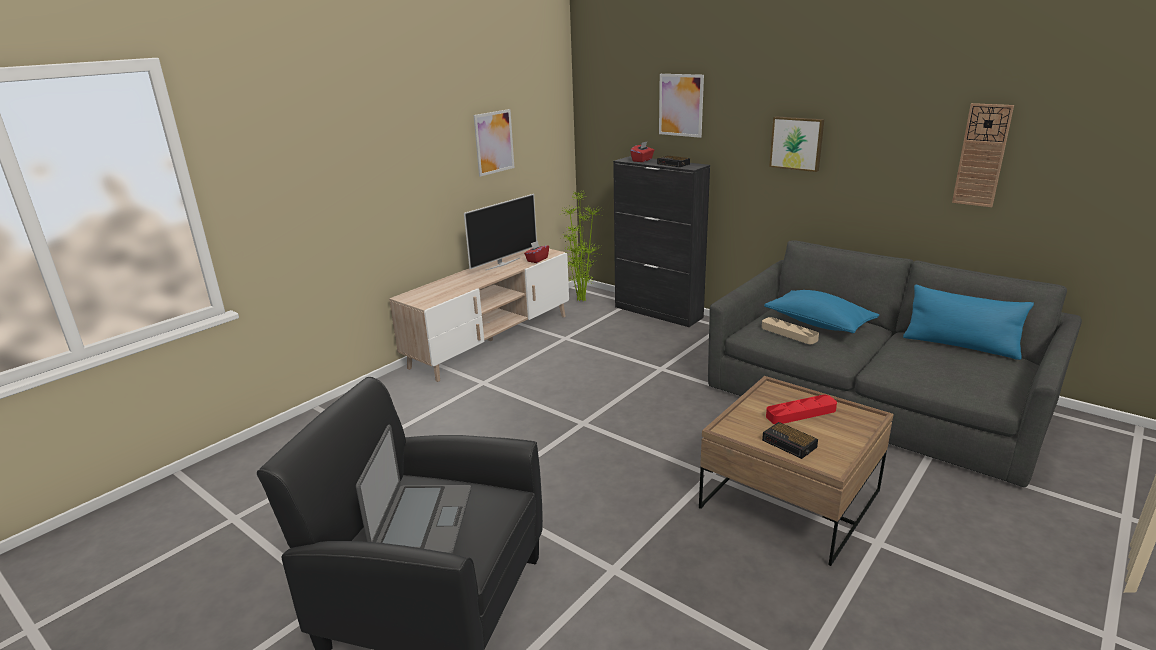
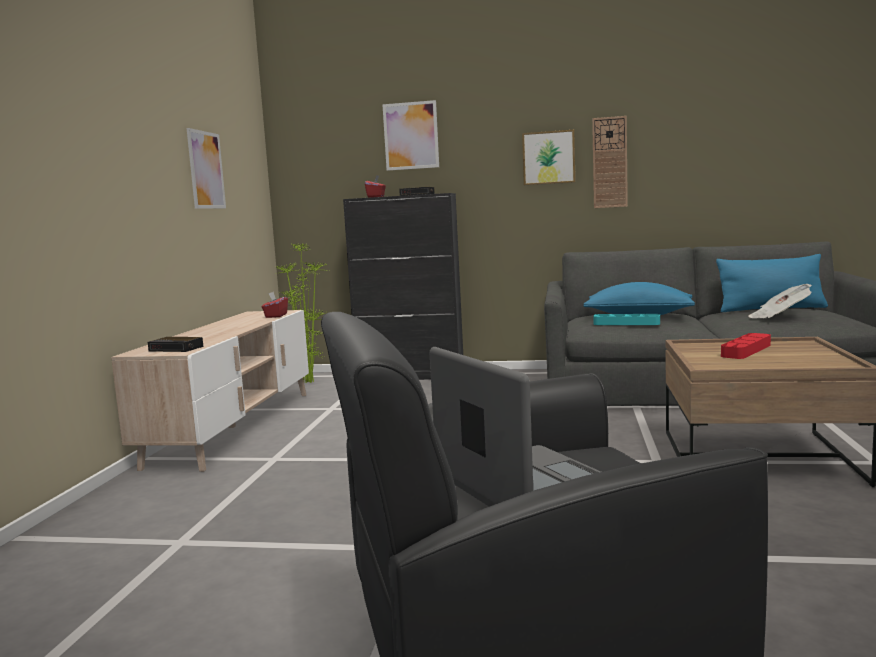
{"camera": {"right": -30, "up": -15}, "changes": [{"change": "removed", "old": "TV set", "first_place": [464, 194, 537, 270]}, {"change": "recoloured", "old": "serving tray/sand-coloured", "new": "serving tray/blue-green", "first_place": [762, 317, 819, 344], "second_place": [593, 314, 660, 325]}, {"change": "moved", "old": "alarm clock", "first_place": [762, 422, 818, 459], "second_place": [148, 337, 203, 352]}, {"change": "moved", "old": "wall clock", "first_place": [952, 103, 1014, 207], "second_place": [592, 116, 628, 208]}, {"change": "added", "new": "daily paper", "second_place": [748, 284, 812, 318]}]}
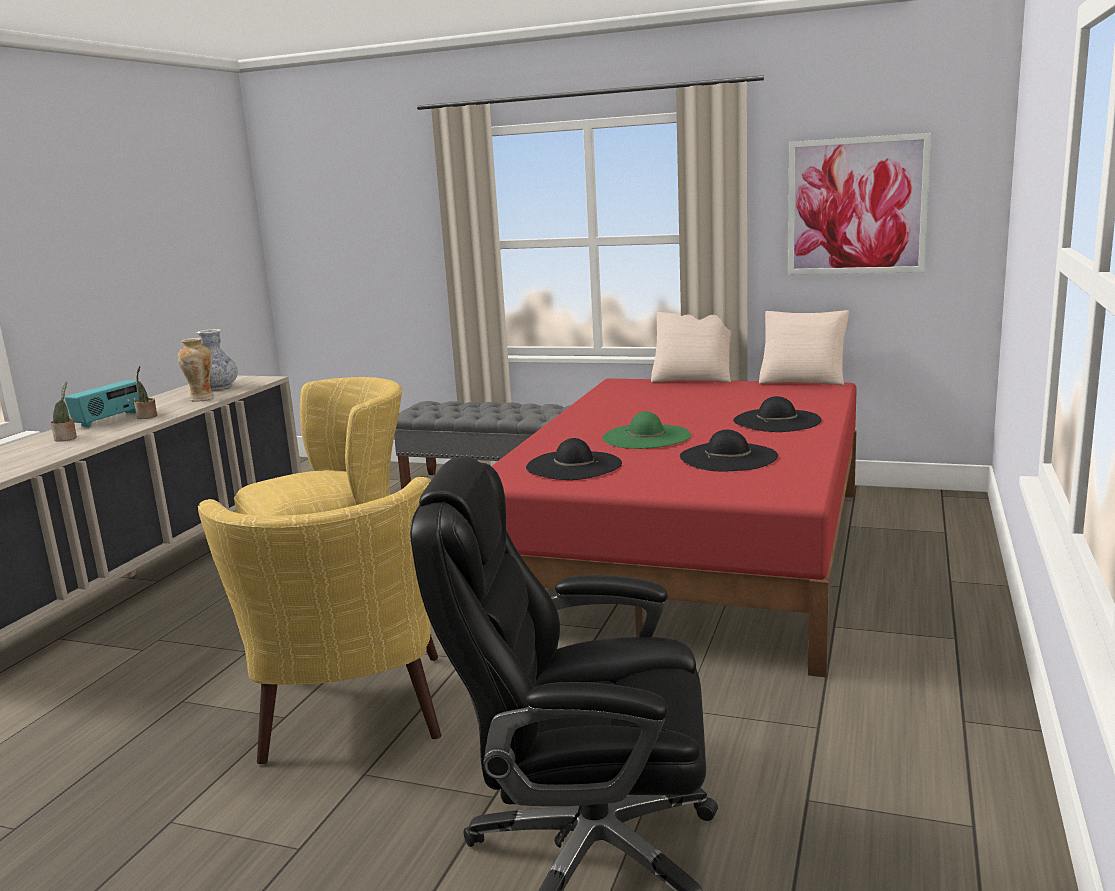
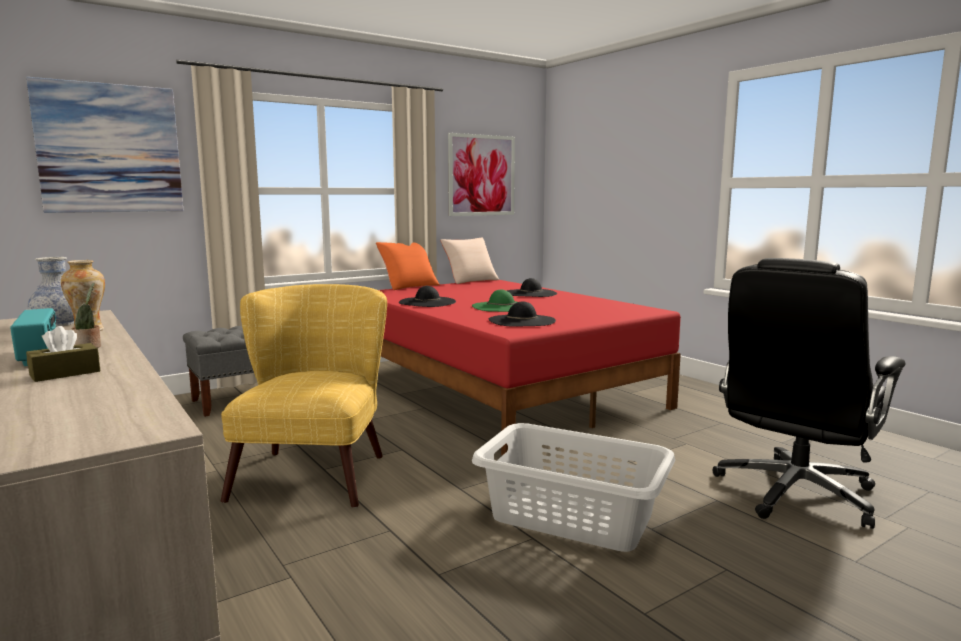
{"camera": {"right": -55, "up": -5}, "changes": [{"change": "replaced", "old": "potted plant", "new": "tissue box/brownish", "first_place": [51, 382, 77, 441], "second_place": [26, 326, 100, 382]}, {"change": "replaced", "old": "easy chair/yellowish", "new": "hamper/gray", "first_place": [198, 477, 441, 765], "second_place": [472, 423, 675, 552]}, {"change": "recoloured", "old": "pillow/sand-coloured", "new": "pillow/orangey", "first_place": [651, 312, 732, 383], "second_place": [376, 242, 440, 290]}, {"change": "moved", "old": "clothing hat/blackish", "first_place": [680, 430, 778, 472], "second_place": [399, 286, 456, 307]}, {"change": "added", "new": "picture", "second_place": [26, 77, 184, 213]}]}
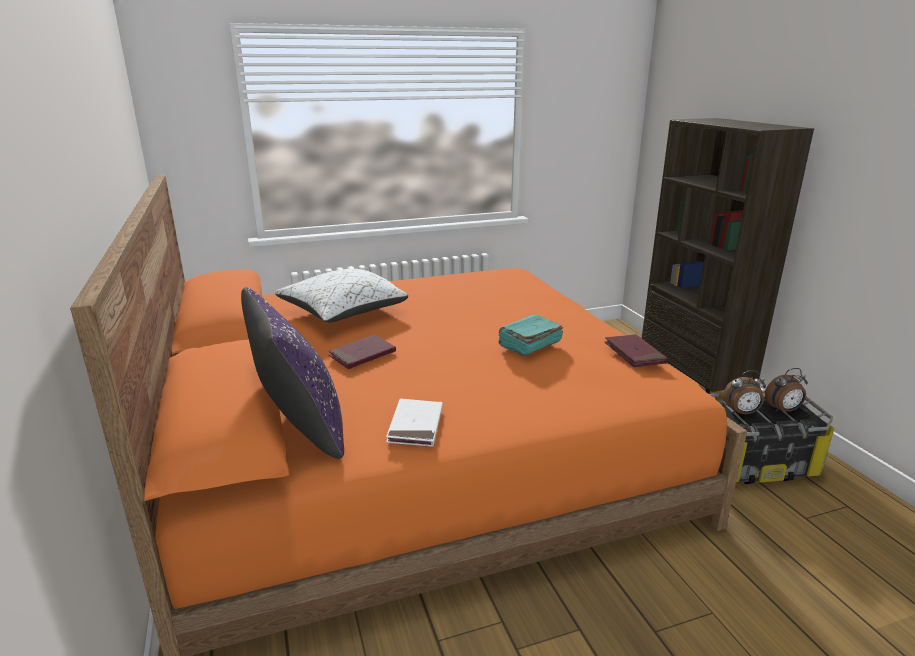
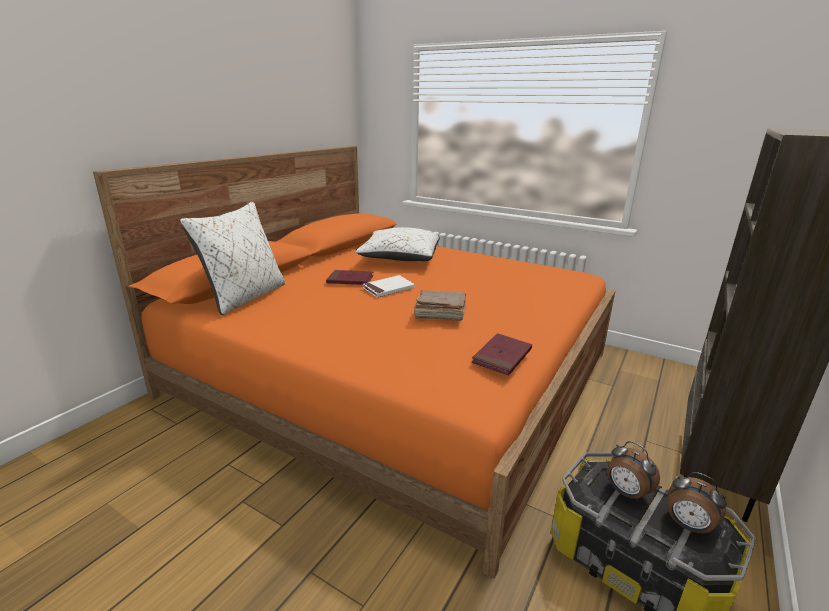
{"camera": {"right": 50, "up": 0}, "changes": [{"change": "recoloured", "old": "pillow/purple-coloured", "new": "pillow/whitish", "first_place": [241, 287, 344, 459], "second_place": [180, 202, 285, 315]}, {"change": "moved", "old": "volume/whitish", "first_place": [386, 399, 443, 447], "second_place": [363, 275, 415, 297]}, {"change": "recoloured", "old": "volume/blue-green", "new": "volume/brownish", "first_place": [498, 315, 563, 357], "second_place": [414, 290, 466, 321]}]}
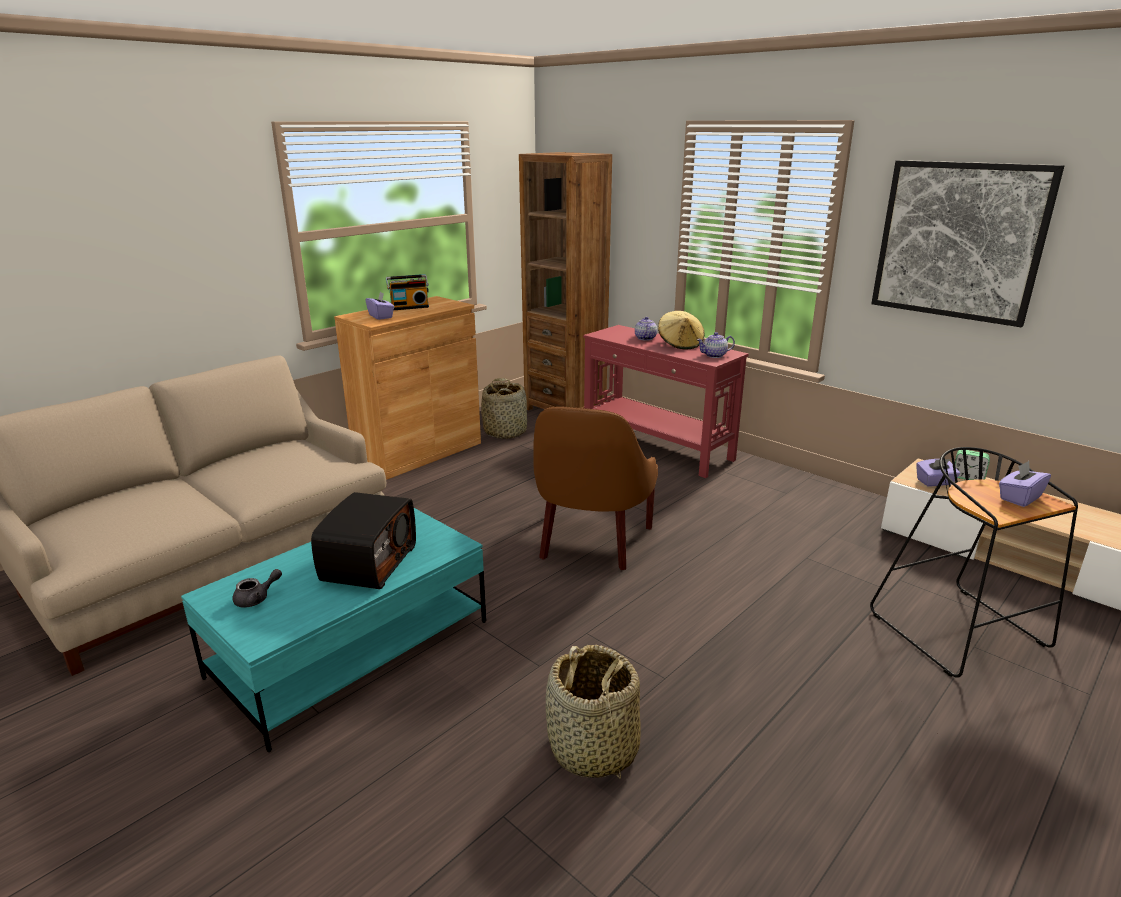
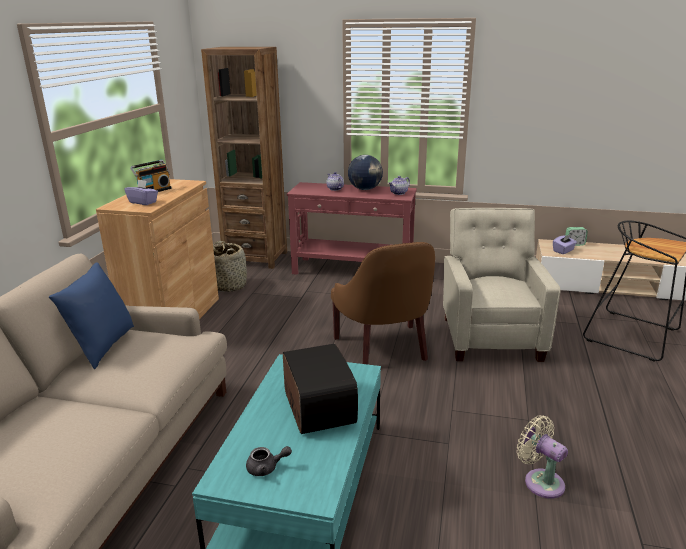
{"camera": {"right": -30, "up": 0}, "changes": [{"change": "turned", "old": "tea pot/gray", "first_place": [233, 569, 282, 608], "second_place": [246, 446, 292, 476], "degrees": 60}, {"change": "replaced", "old": "storage basket", "new": "cooling fan/sand-coloured", "first_place": [546, 645, 641, 778], "second_place": [517, 416, 568, 499]}, {"change": "replaced", "old": "clothing hat/sand-coloured", "new": "world globe", "first_place": [658, 311, 705, 350], "second_place": [348, 155, 383, 190]}, {"change": "removed", "old": "picture", "first_place": [871, 160, 1064, 327]}, {"change": "removed", "old": "tissue box/purple-coloured", "first_place": [999, 461, 1051, 507]}, {"change": "added", "new": "pillow/bluish", "second_place": [49, 262, 134, 369]}, {"change": "added", "new": "easy chair/sand-coloured", "second_place": [443, 208, 561, 362]}]}
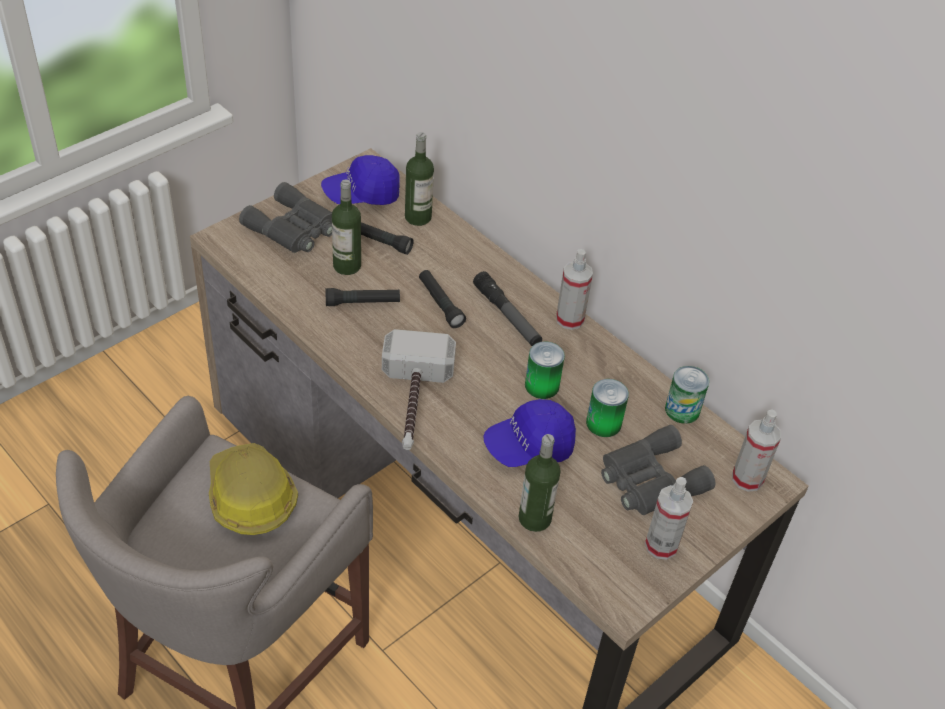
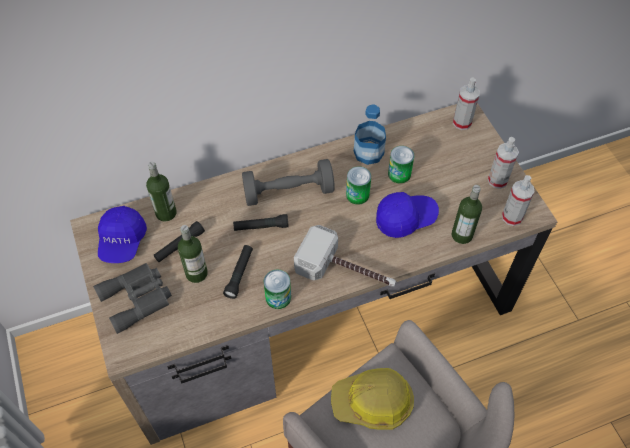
{"camera": {"right": -65, "up": 10}, "changes": [{"change": "replaced", "old": "torch", "new": "dumbbell/gray", "first_place": [473, 271, 542, 346], "second_place": [242, 159, 335, 206]}, {"change": "turned", "old": "cap/bluish", "first_place": [483, 399, 576, 467], "second_place": [376, 192, 439, 238], "degrees": -105}, {"change": "moved", "old": "spray bottle", "first_place": [556, 249, 593, 330], "second_place": [502, 175, 535, 226]}, {"change": "removed", "old": "binoculars/gray", "first_place": [601, 425, 716, 515]}, {"change": "moved", "old": "sealed can", "first_place": [665, 366, 709, 424], "second_place": [264, 270, 291, 309]}, {"change": "added", "new": "bottle", "second_place": [354, 104, 386, 165]}]}
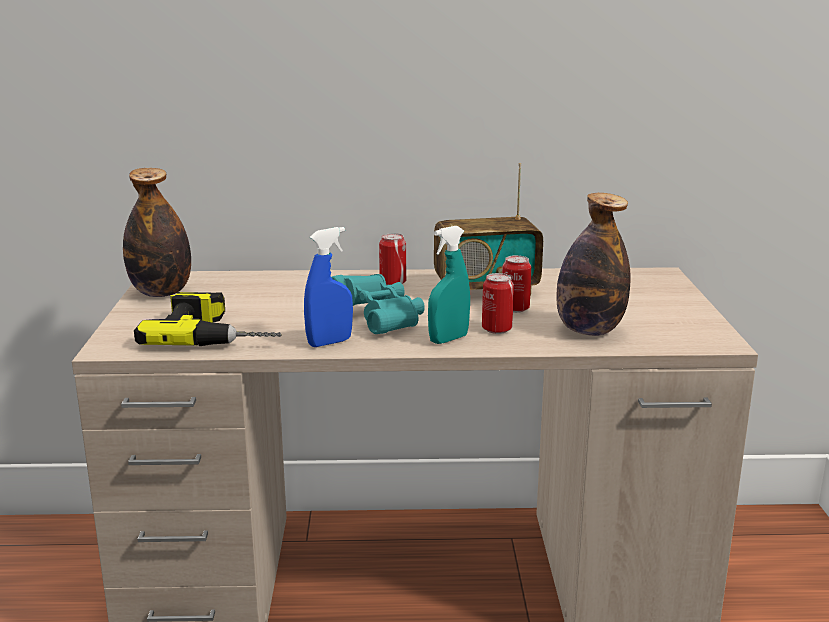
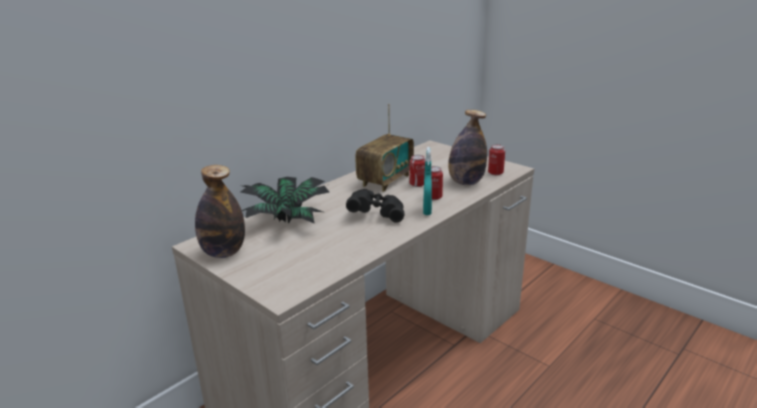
{"camera": {"right": -45, "up": 5}, "changes": [{"change": "removed", "old": "electric drill", "first_place": [134, 292, 282, 346]}, {"change": "removed", "old": "spray bottle/bluish", "first_place": [304, 227, 353, 347]}, {"change": "recoloured", "old": "binoculars/blue-green", "new": "binoculars/blackish", "first_place": [332, 274, 425, 334], "second_place": [346, 189, 405, 223]}, {"change": "moved", "old": "sealed can", "first_place": [379, 233, 406, 285], "second_place": [488, 144, 505, 175]}, {"change": "added", "new": "potted plant", "second_place": [241, 177, 331, 224]}]}
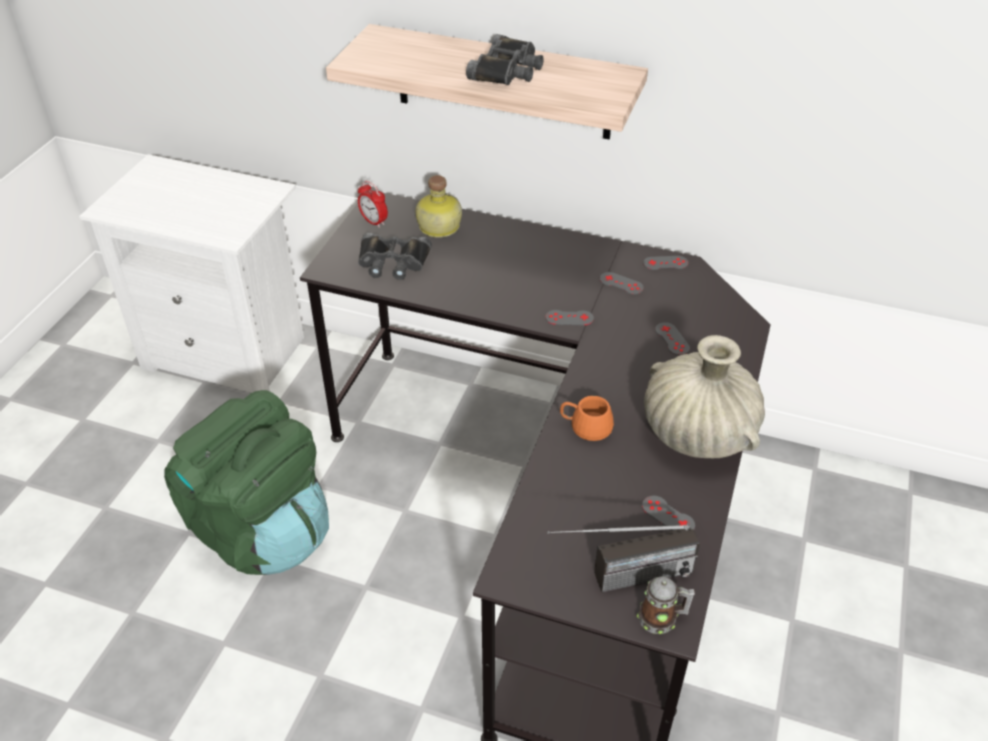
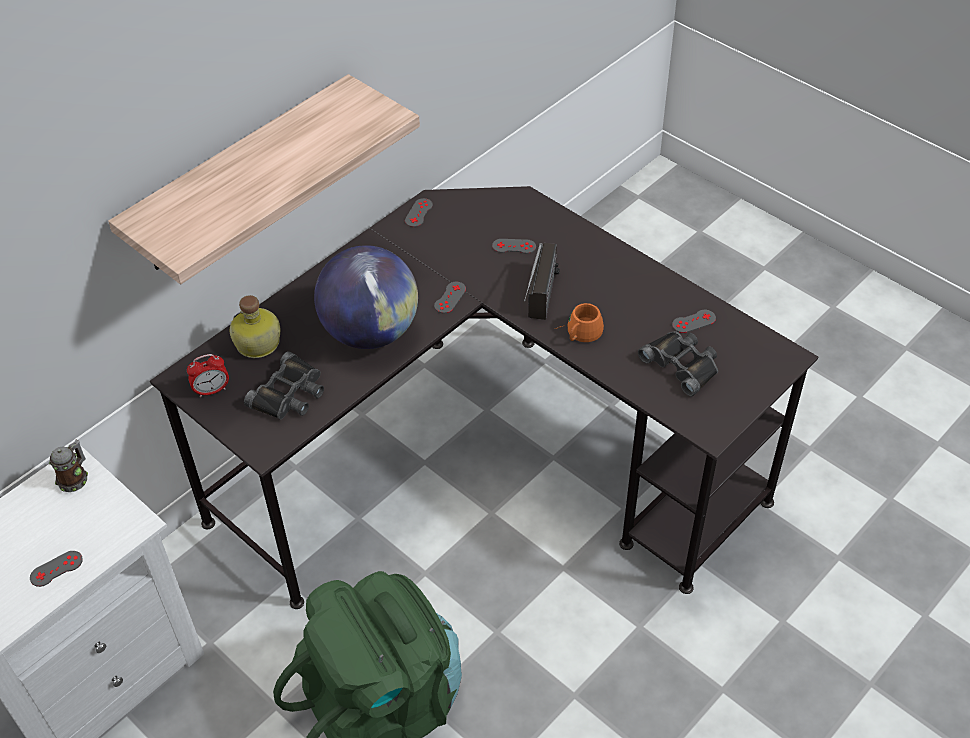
{"camera": {"right": -65, "up": 5}, "changes": [{"change": "moved", "old": "binoculars/blackish", "first_place": [466, 34, 544, 85], "second_place": [638, 331, 718, 396]}, {"change": "moved", "old": "radio receiver", "first_place": [547, 525, 700, 593], "second_place": [524, 243, 560, 320]}, {"change": "moved", "old": "joypad/gray", "first_place": [600, 272, 644, 295], "second_place": [30, 551, 83, 587]}, {"change": "moved", "old": "coffee mug", "first_place": [637, 576, 695, 634], "second_place": [49, 440, 88, 492]}, {"change": "removed", "old": "decorative vase/sand-coloured", "first_place": [644, 335, 765, 458]}, {"change": "added", "new": "world globe", "second_place": [314, 245, 418, 349]}]}
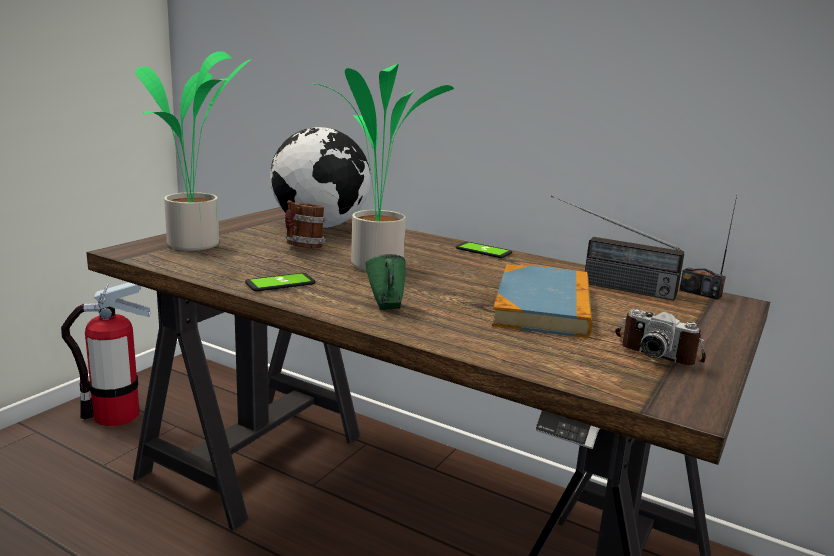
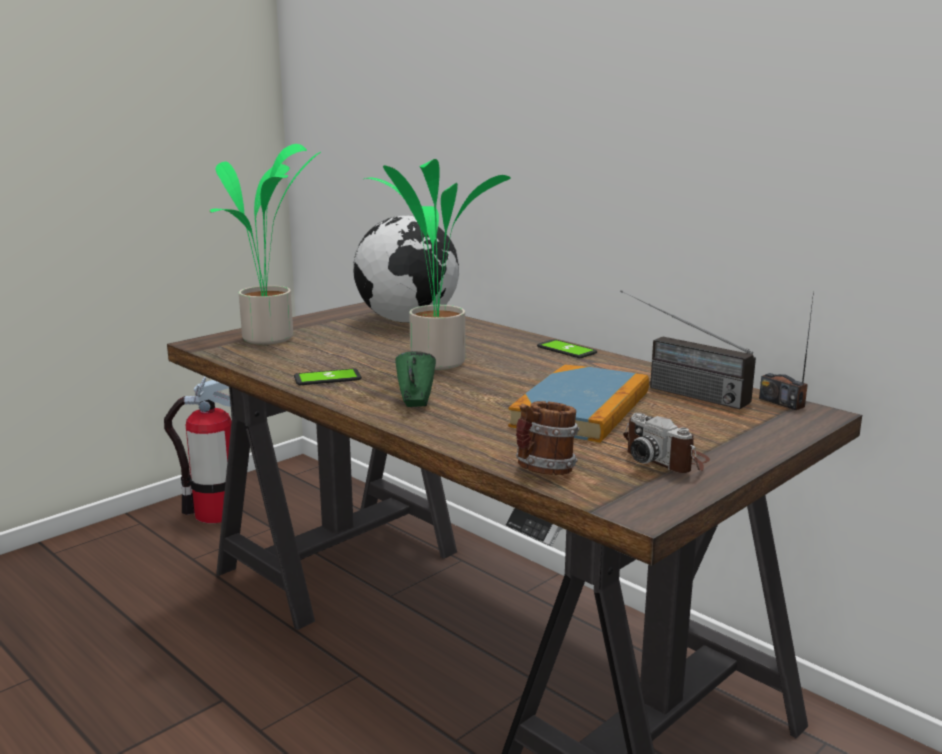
{"camera": {"right": 15, "up": 0}, "changes": [{"change": "moved", "old": "coffee mug", "first_place": [285, 200, 326, 248], "second_place": [516, 401, 580, 475]}]}
